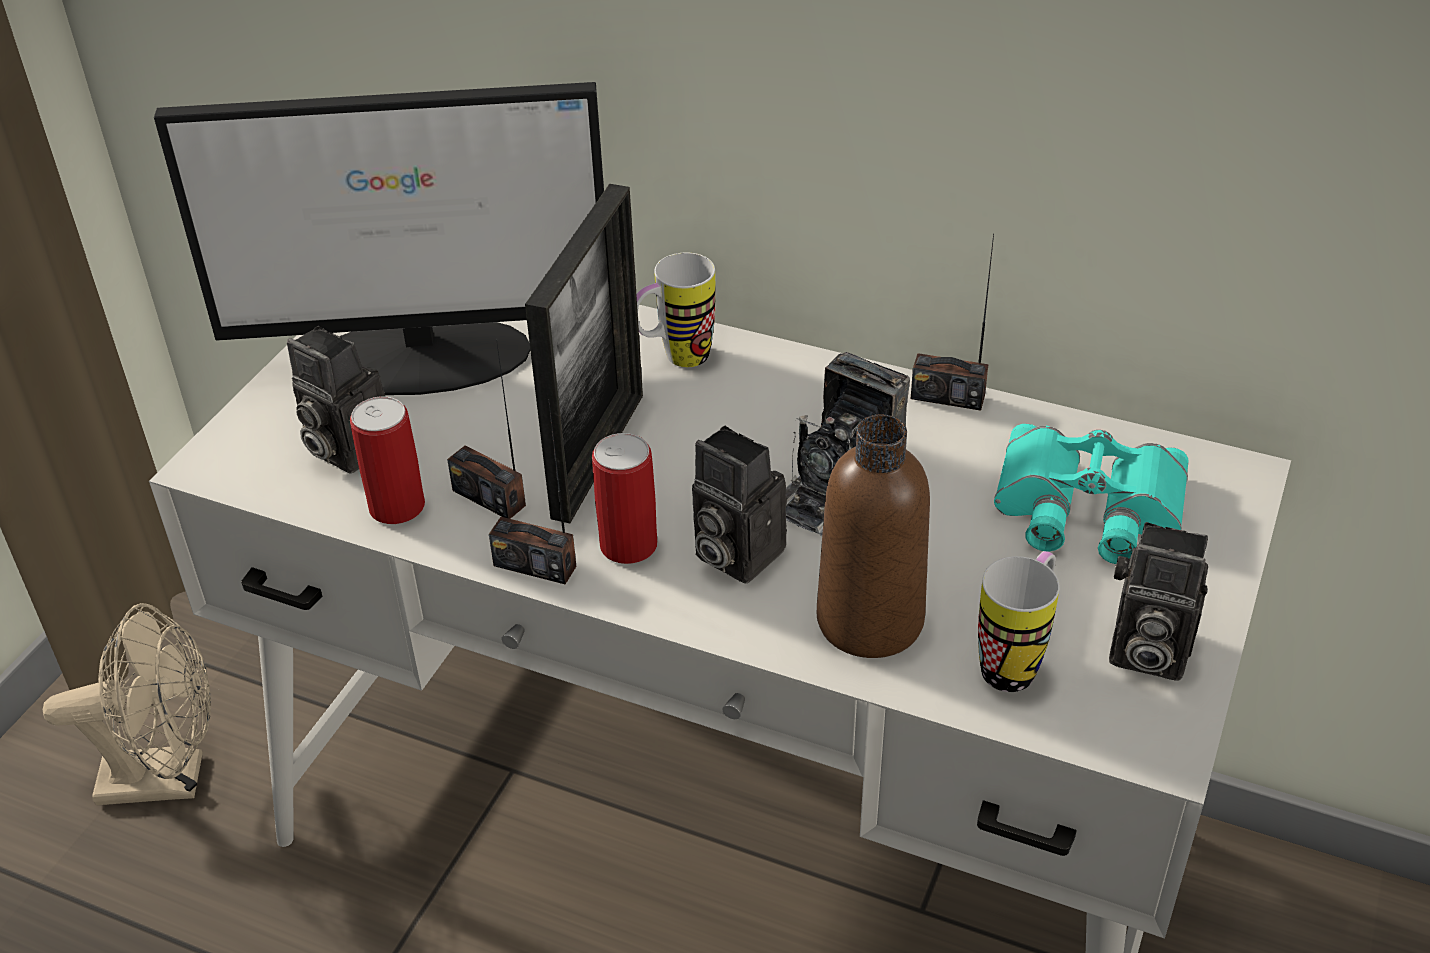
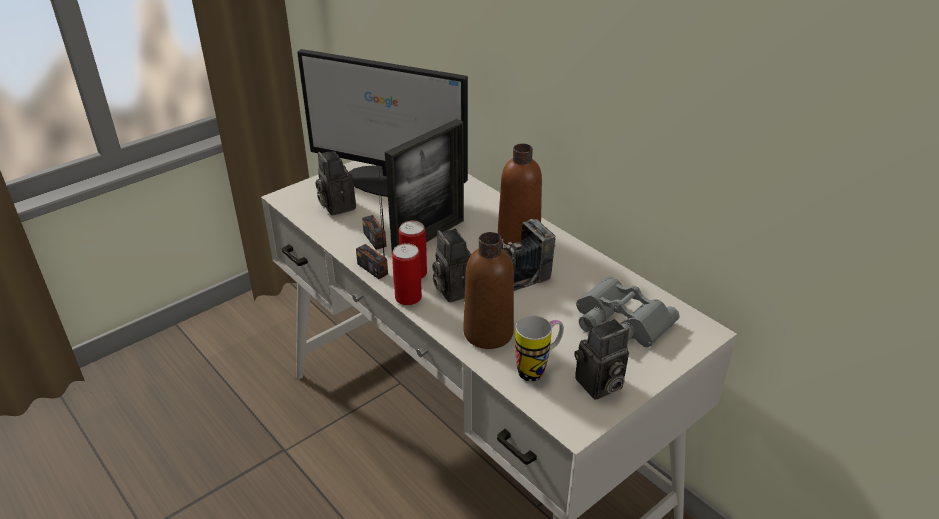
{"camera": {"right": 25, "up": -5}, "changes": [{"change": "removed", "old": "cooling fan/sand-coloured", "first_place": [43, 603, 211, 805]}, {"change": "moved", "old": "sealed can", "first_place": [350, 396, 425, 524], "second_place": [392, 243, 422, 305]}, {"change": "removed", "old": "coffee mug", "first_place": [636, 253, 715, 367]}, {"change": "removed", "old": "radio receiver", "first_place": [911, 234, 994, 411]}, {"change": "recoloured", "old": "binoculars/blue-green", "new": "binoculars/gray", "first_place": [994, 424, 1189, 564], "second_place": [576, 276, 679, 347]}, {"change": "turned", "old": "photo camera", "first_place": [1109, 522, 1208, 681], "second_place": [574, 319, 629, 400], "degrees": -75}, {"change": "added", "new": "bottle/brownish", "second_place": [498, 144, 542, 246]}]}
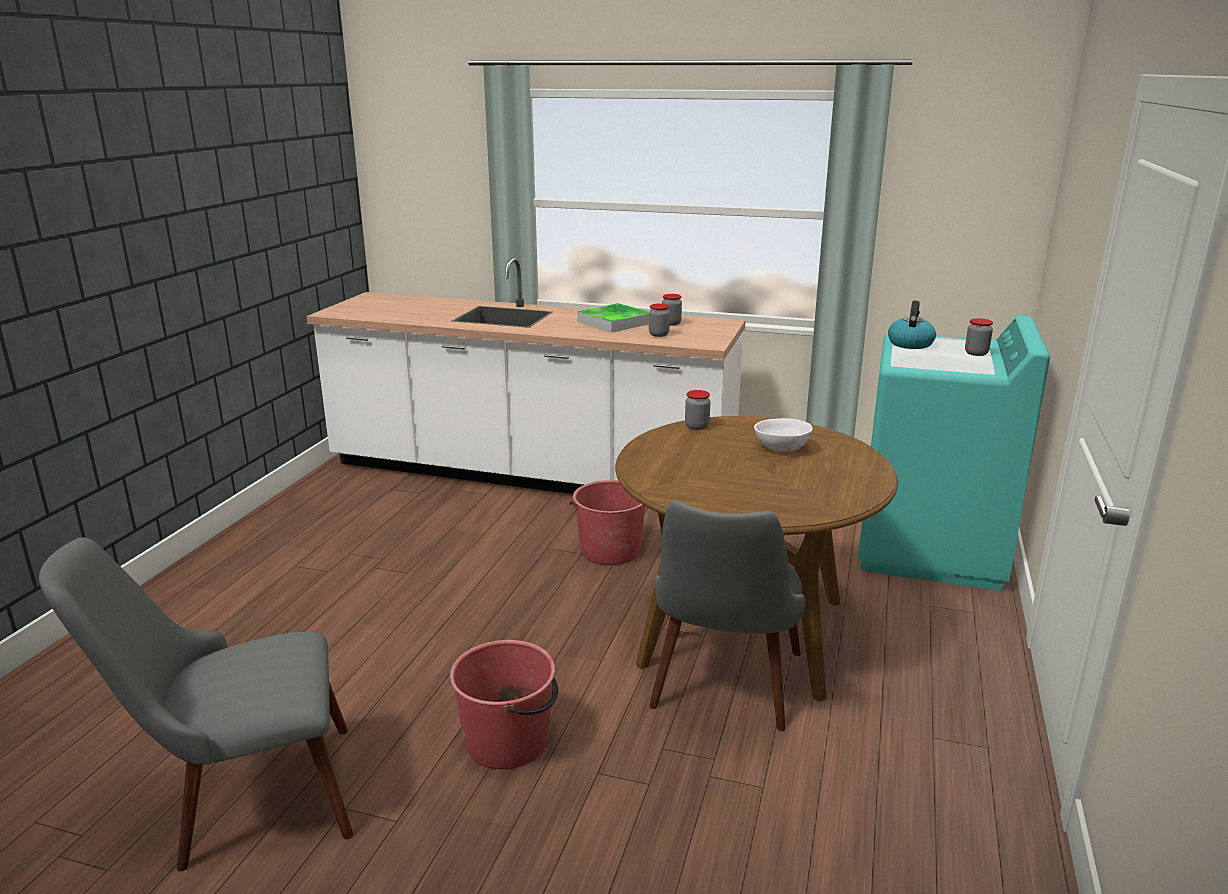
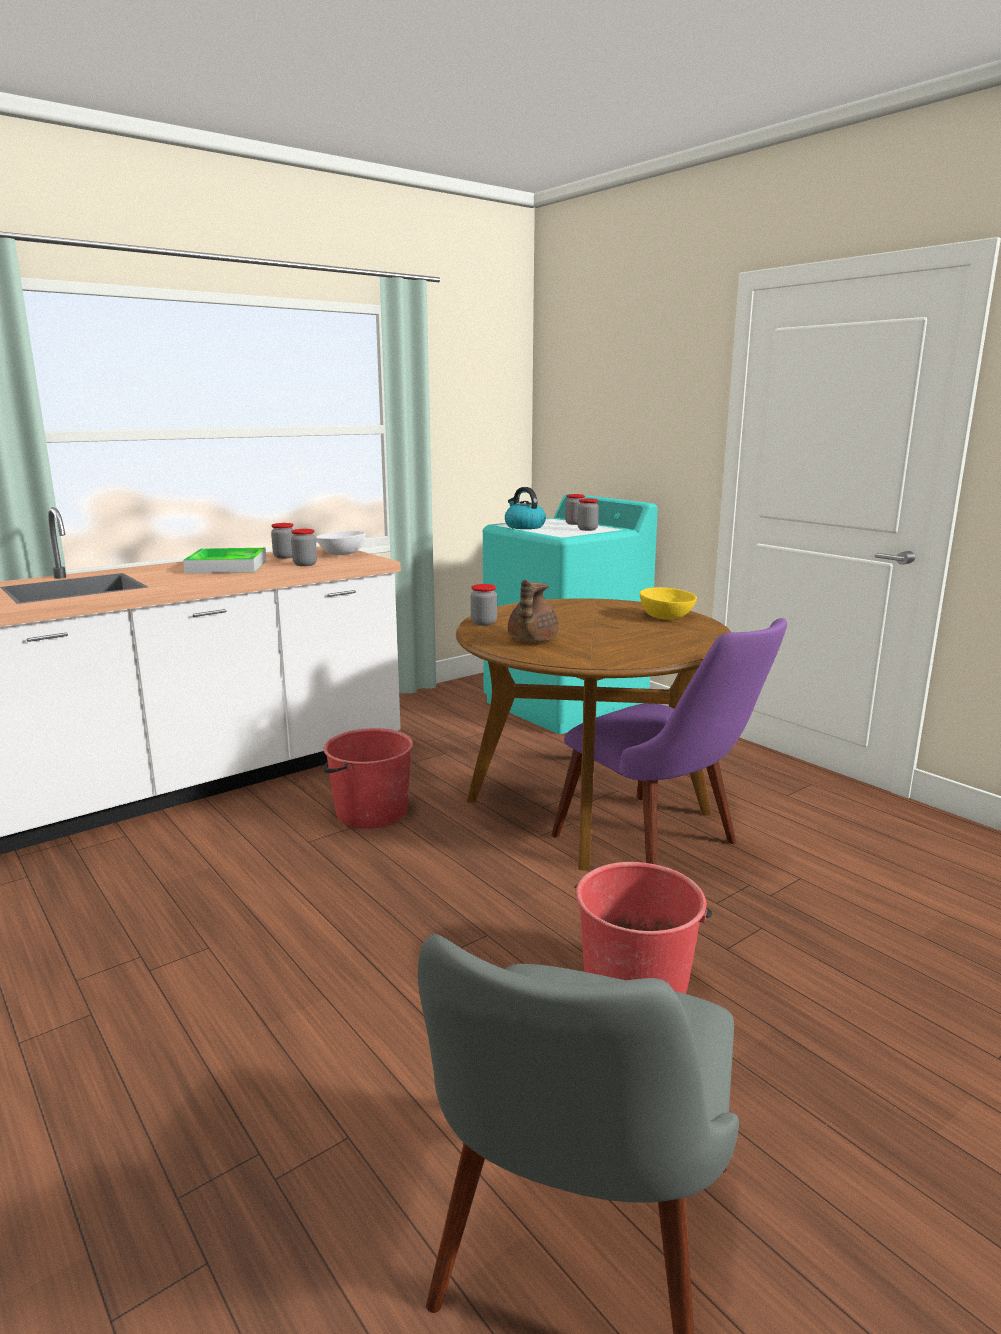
{"camera": {"right": -55, "up": -5}, "changes": [{"change": "recoloured", "old": "plain chair/gray", "new": "plain chair/purple-coloured", "first_place": [649, 500, 805, 731], "second_place": [551, 618, 787, 865]}, {"change": "moved", "old": "bowl/whitish", "first_place": [754, 418, 813, 451], "second_place": [316, 531, 366, 555]}, {"change": "added", "new": "tea pot/brownish", "second_place": [508, 580, 558, 642]}, {"change": "added", "new": "preserve jar", "second_place": [577, 498, 599, 531]}, {"change": "added", "new": "bowl/yellowish", "second_place": [640, 587, 697, 620]}]}
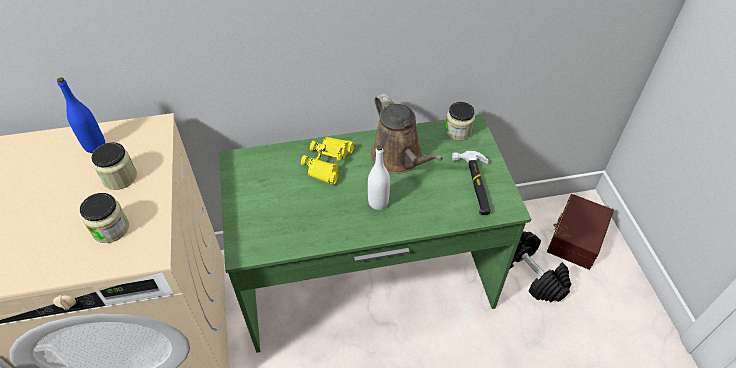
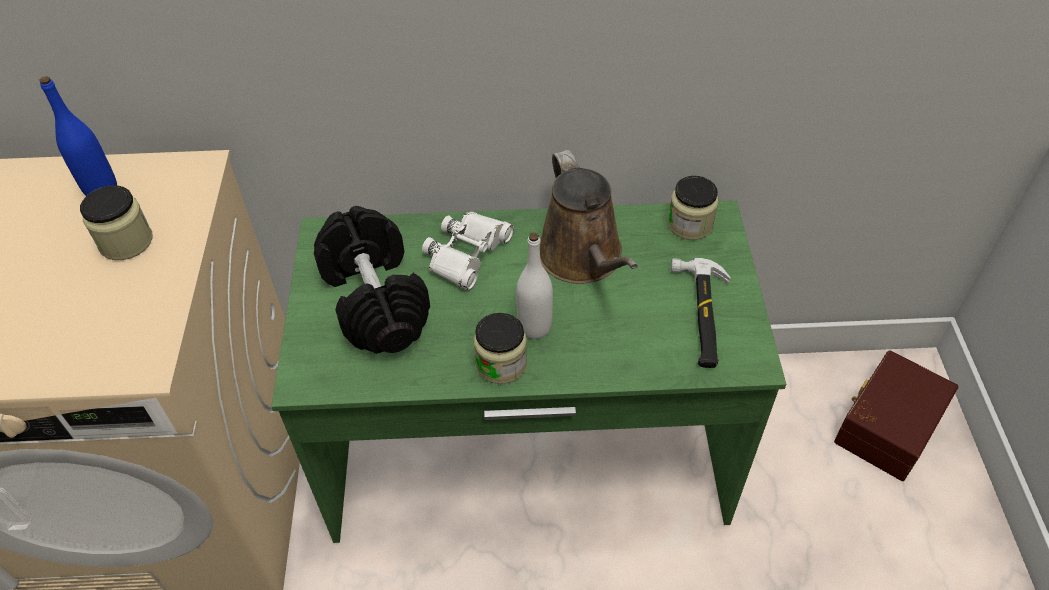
{"camera": {"right": 10, "up": 0}, "changes": [{"change": "moved", "old": "preserve jar", "first_place": [80, 193, 129, 243], "second_place": [474, 313, 527, 384]}, {"change": "recoloured", "old": "binoculars/yellowish", "new": "binoculars/whitish", "first_place": [301, 137, 355, 185], "second_place": [422, 212, 514, 291]}, {"change": "moved", "old": "dumbbell/blackish", "first_place": [510, 231, 571, 302], "second_place": [314, 206, 430, 354]}]}
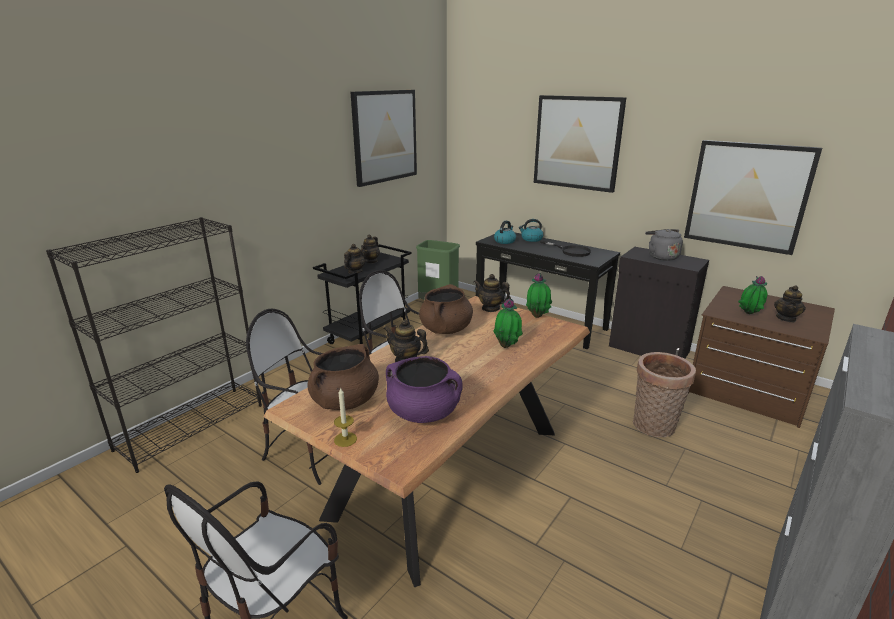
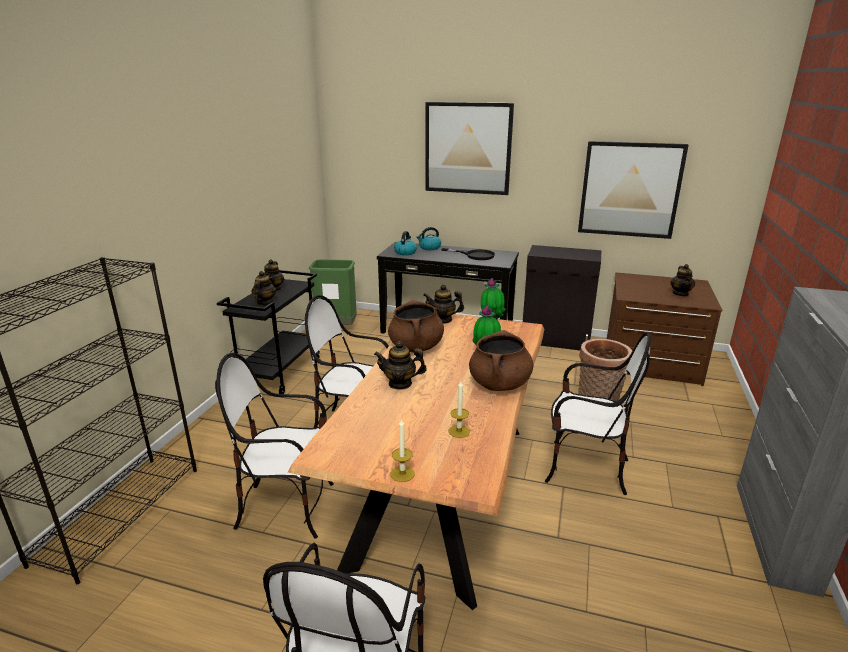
{"camera": {"right": -20, "up": 0}, "changes": [{"change": "moved", "old": "stockpot/brownish", "first_place": [308, 344, 379, 410], "second_place": [469, 330, 533, 391]}, {"change": "removed", "old": "picture", "first_place": [351, 90, 417, 187]}, {"change": "replaced", "old": "stockpot/purple-coloured", "new": "candle", "first_place": [386, 356, 463, 423], "second_place": [449, 381, 470, 438]}, {"change": "removed", "old": "kettle/gray", "first_place": [645, 229, 683, 261]}, {"change": "removed", "old": "potted plant", "first_place": [738, 276, 767, 314]}, {"change": "added", "new": "plain chair", "second_place": [545, 332, 651, 495]}]}
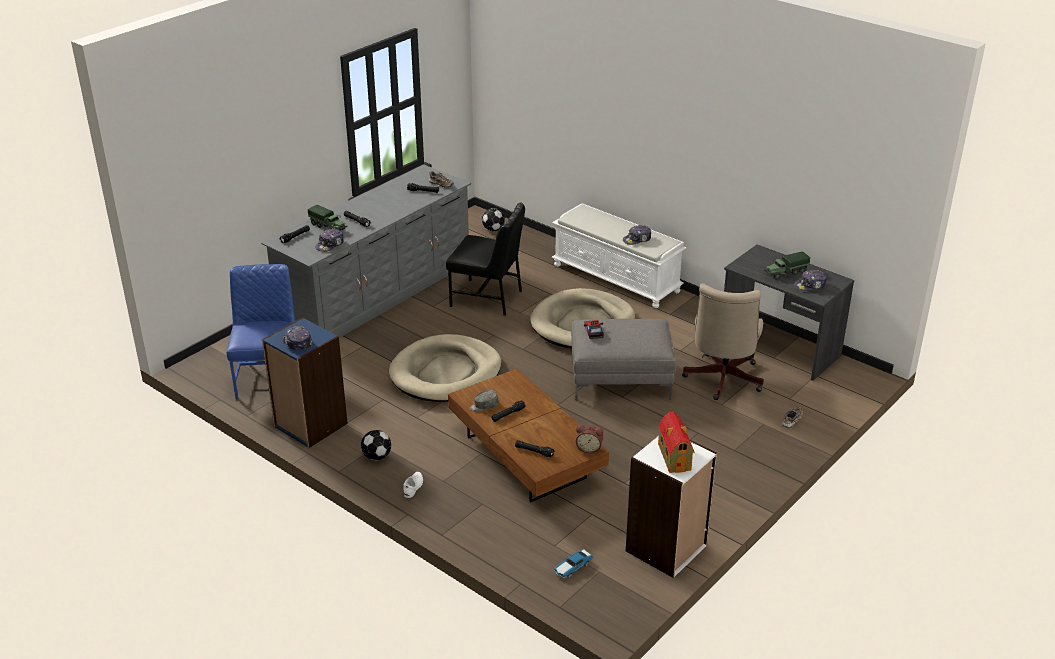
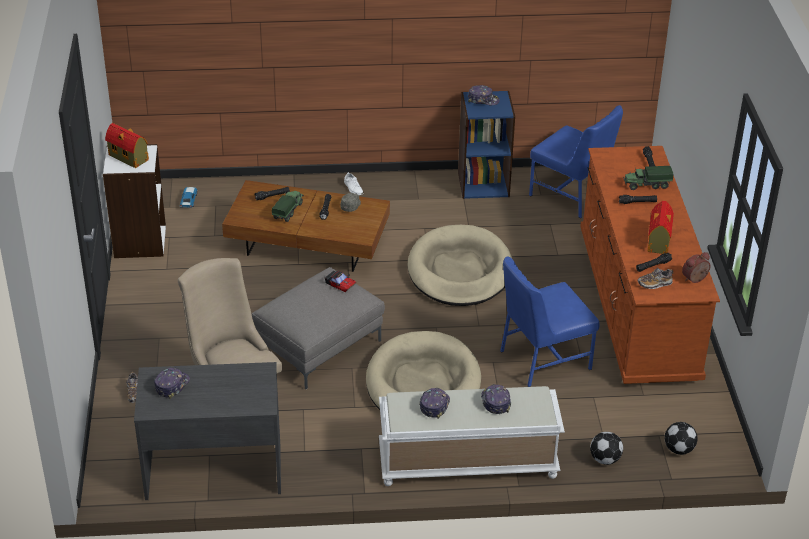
{"camera": {"right": 135, "up": 5}, "changes": [{"change": "recoloured", "old": "dresser/gray", "new": "dresser/brownish", "first_place": [261, 165, 471, 338], "second_place": [580, 146, 720, 384]}, {"change": "moved", "old": "cap", "first_place": [315, 228, 344, 252], "second_place": [481, 384, 511, 414]}, {"change": "moved", "old": "football ball", "first_place": [361, 430, 391, 460], "second_place": [590, 432, 623, 465]}, {"change": "recoloured", "old": "plain chair/blackish", "new": "plain chair/bluish", "first_place": [446, 203, 525, 316], "second_place": [500, 256, 600, 387]}, {"change": "moved", "old": "alarm clock", "first_place": [576, 425, 603, 453], "second_place": [682, 252, 711, 283]}, {"change": "moved", "old": "toy lorry", "first_place": [764, 251, 810, 280], "second_place": [272, 191, 304, 222]}, {"change": "added", "new": "miniature house", "second_place": [647, 201, 674, 254]}]}
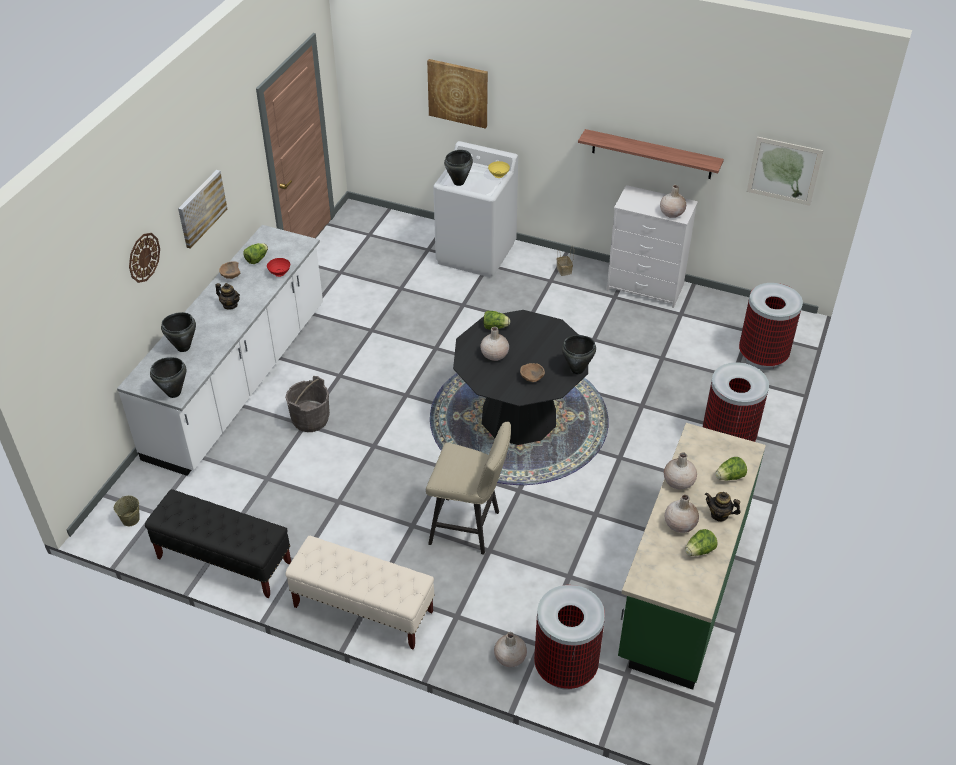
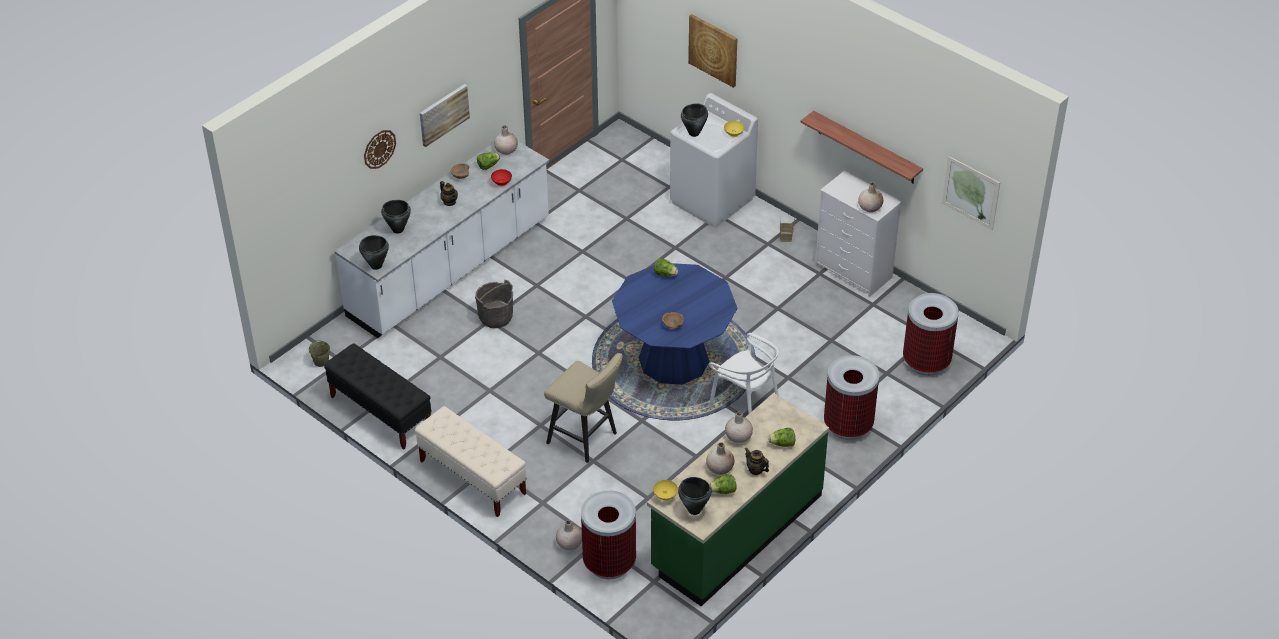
{"camera": {"right": 20, "up": 0}, "changes": [{"change": "recoloured", "old": "kitchen table/blackish", "new": "kitchen table/bluish", "first_place": [453, 310, 588, 445], "second_place": [612, 263, 737, 385]}, {"change": "moved", "old": "decorative vase/sand-coloured", "first_place": [480, 327, 509, 361], "second_place": [494, 125, 518, 155]}, {"change": "moved", "old": "stockpot/blackish", "first_place": [562, 335, 596, 374], "second_place": [678, 477, 712, 515]}, {"change": "added", "new": "bowl/yellowish", "second_place": [653, 480, 678, 501]}, {"change": "added", "new": "plain chair/whitish", "second_place": [709, 333, 779, 414]}]}
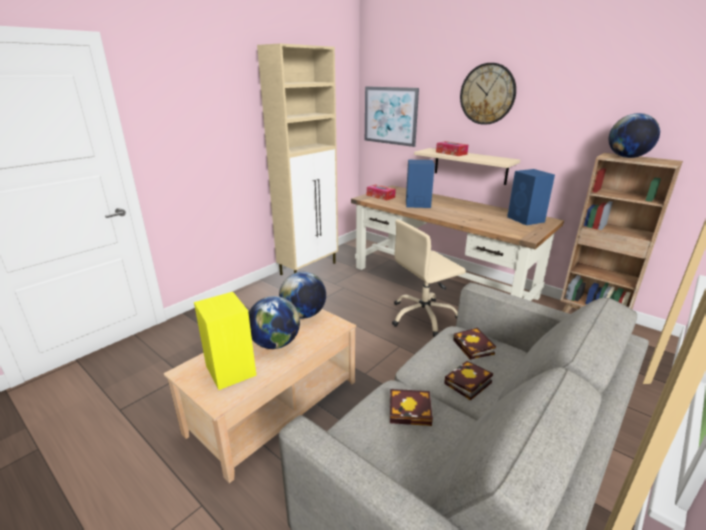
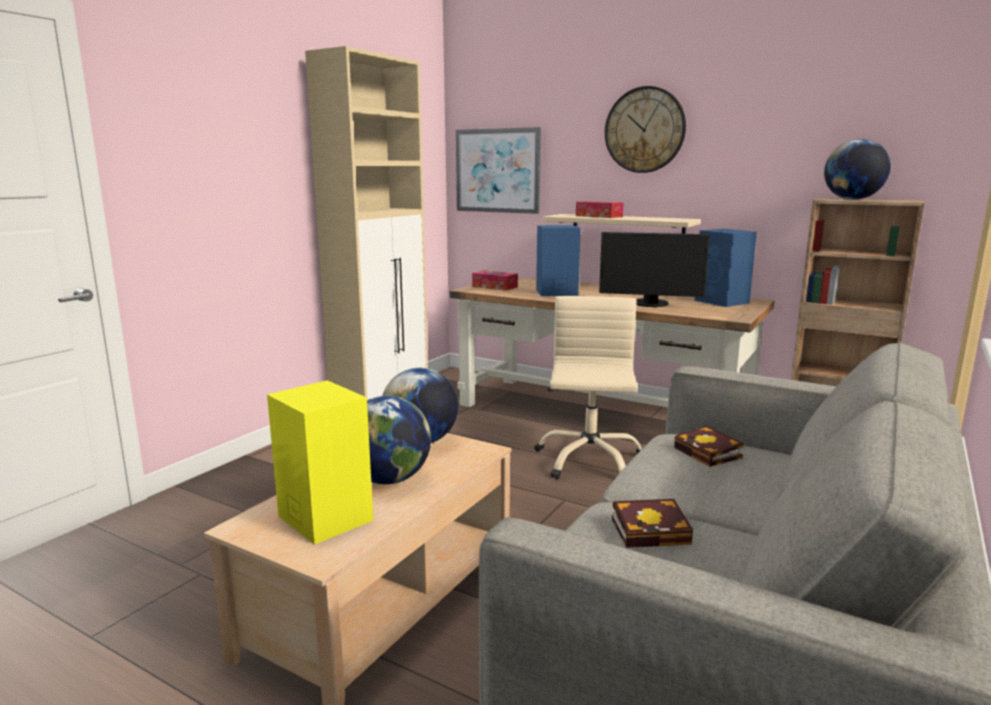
{"camera": {"right": -10, "up": -10}, "changes": [{"change": "turned", "old": "desk chair/sand-coloured", "first_place": [392, 219, 466, 337], "second_place": [534, 296, 642, 479], "degrees": 135}, {"change": "removed", "old": "volume", "first_place": [444, 361, 493, 401]}, {"change": "added", "new": "computer screen", "second_place": [599, 232, 710, 307]}]}
